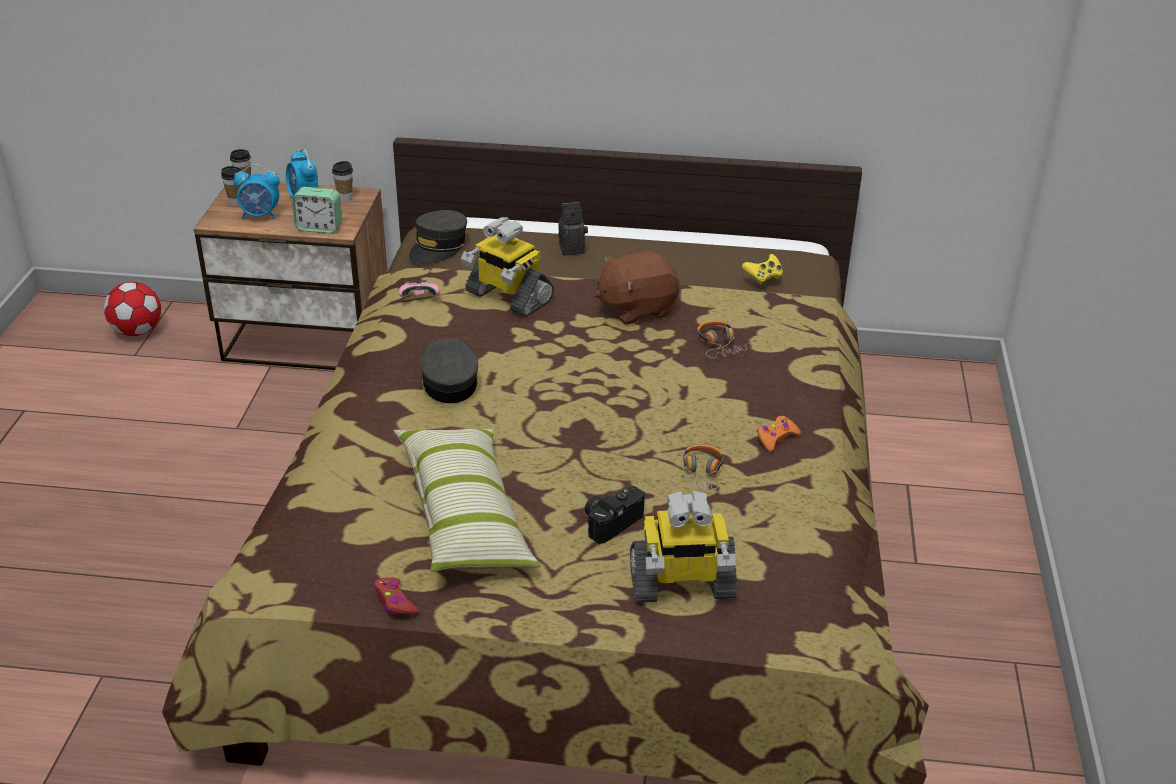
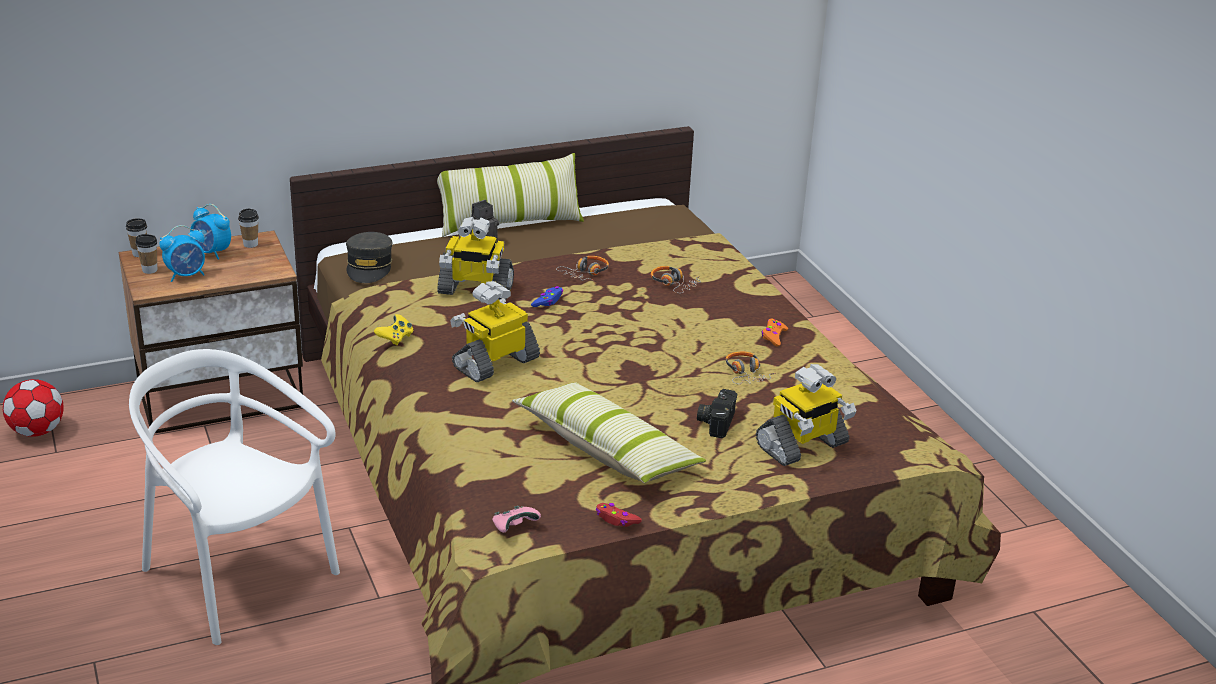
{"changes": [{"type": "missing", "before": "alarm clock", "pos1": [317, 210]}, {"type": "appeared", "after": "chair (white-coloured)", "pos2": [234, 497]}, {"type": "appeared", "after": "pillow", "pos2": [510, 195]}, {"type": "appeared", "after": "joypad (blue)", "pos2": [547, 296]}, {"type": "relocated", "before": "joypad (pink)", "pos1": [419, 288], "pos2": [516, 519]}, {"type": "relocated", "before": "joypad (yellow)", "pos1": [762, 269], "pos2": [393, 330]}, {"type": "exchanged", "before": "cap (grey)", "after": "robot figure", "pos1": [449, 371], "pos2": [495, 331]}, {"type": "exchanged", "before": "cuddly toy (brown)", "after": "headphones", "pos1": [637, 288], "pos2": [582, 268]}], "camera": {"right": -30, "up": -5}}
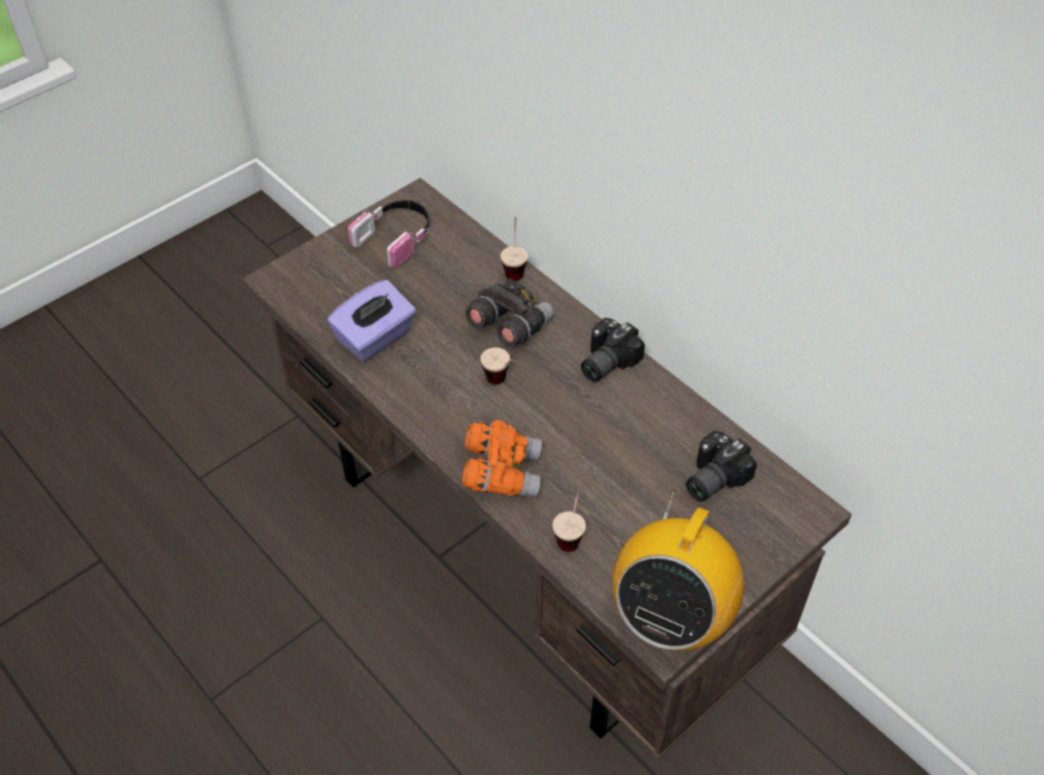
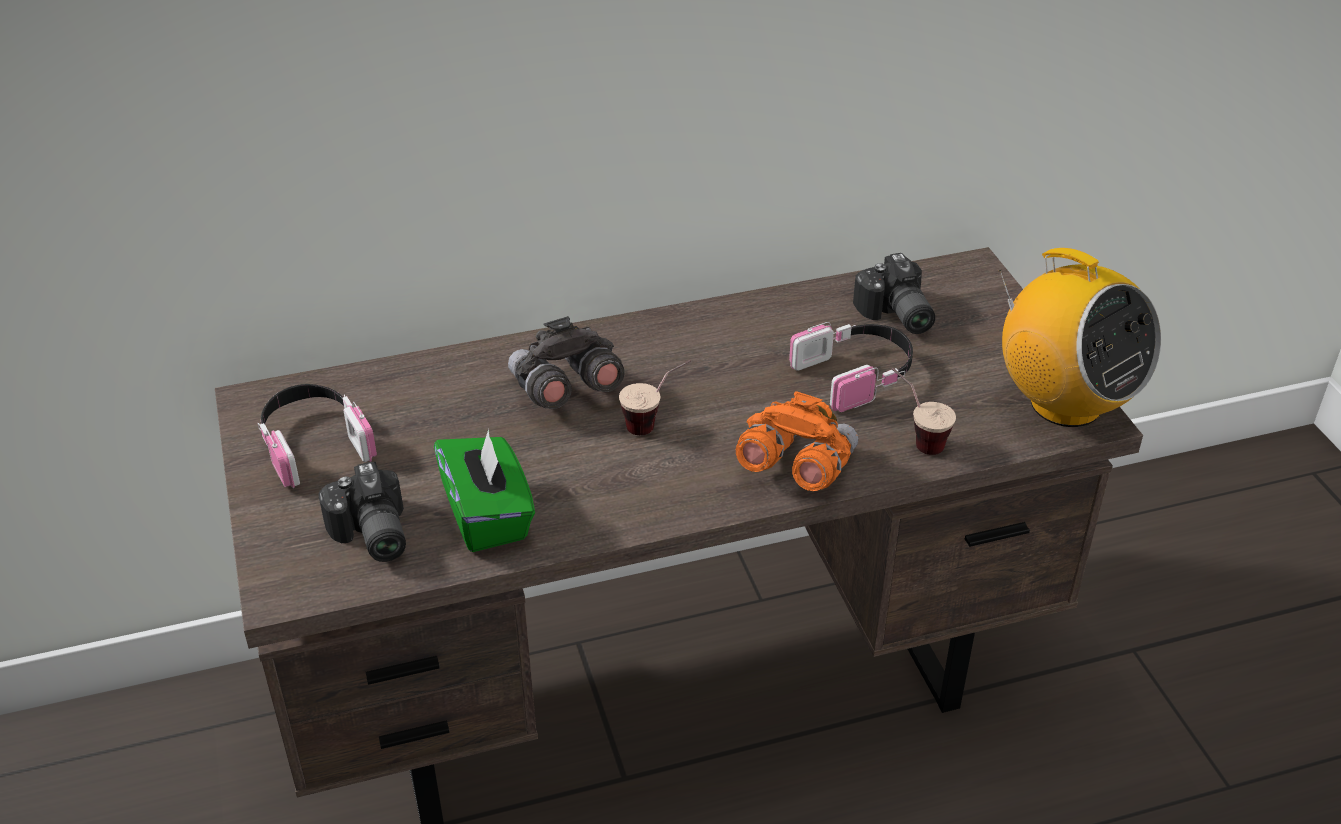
{"changes": [{"type": "missing", "before": "small cup", "pos1": [514, 249]}, {"type": "appeared", "after": "headphones", "pos2": [851, 367]}, {"type": "relocated", "before": "still camera", "pos1": [613, 350], "pos2": [362, 512]}, {"type": "colour", "before": "tissue holder (purplish)", "after": "tissue holder (green)", "pos1": [371, 321], "pos2": [484, 490]}], "camera": {"right": -65, "up": -10}}
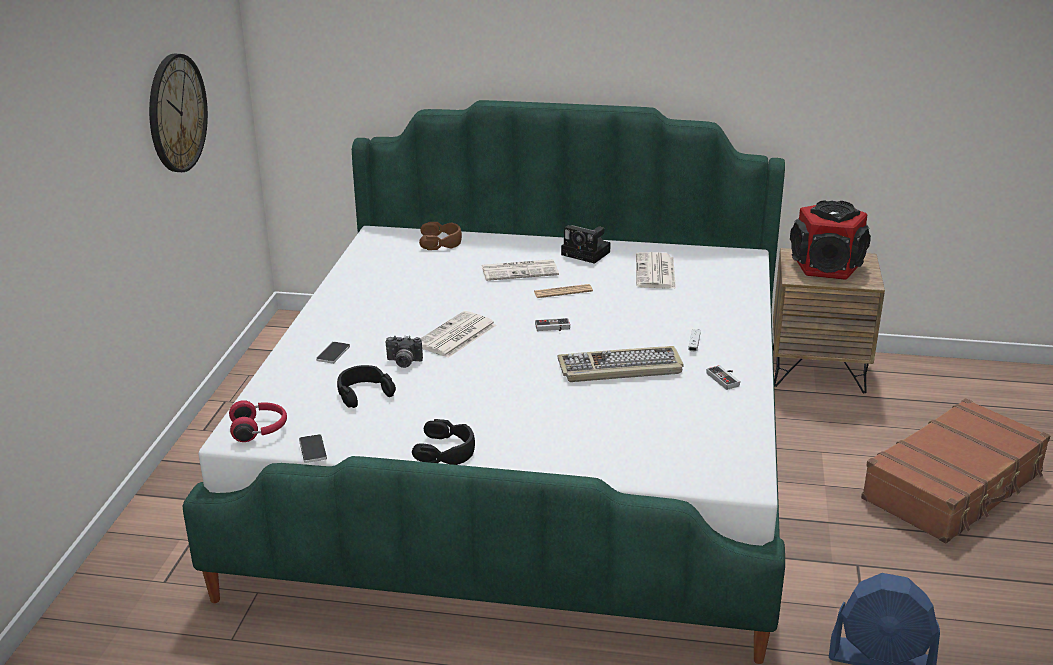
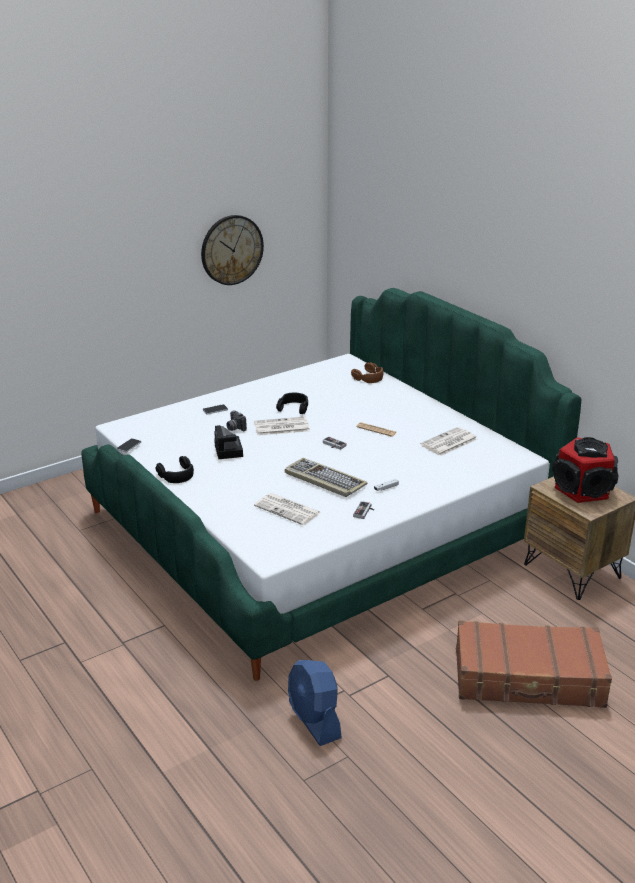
{"changes": [{"type": "missing", "before": "headphones (red)", "pos1": [258, 421]}, {"type": "relocated", "before": "headphones (black-coloured)", "pos1": [366, 386], "pos2": [292, 403]}, {"type": "relocated", "before": "daily paper", "pos1": [520, 270], "pos2": [287, 509]}, {"type": "relocated", "before": "still camera", "pos1": [586, 244], "pos2": [228, 442]}], "camera": {"right": 45, "up": 0}}
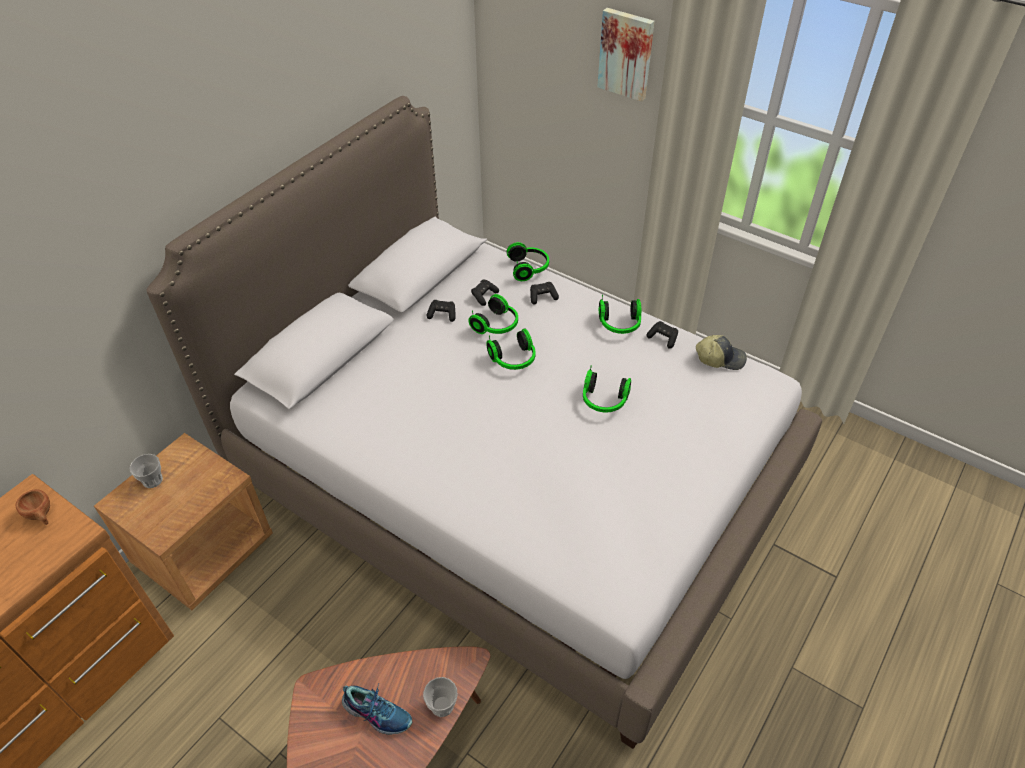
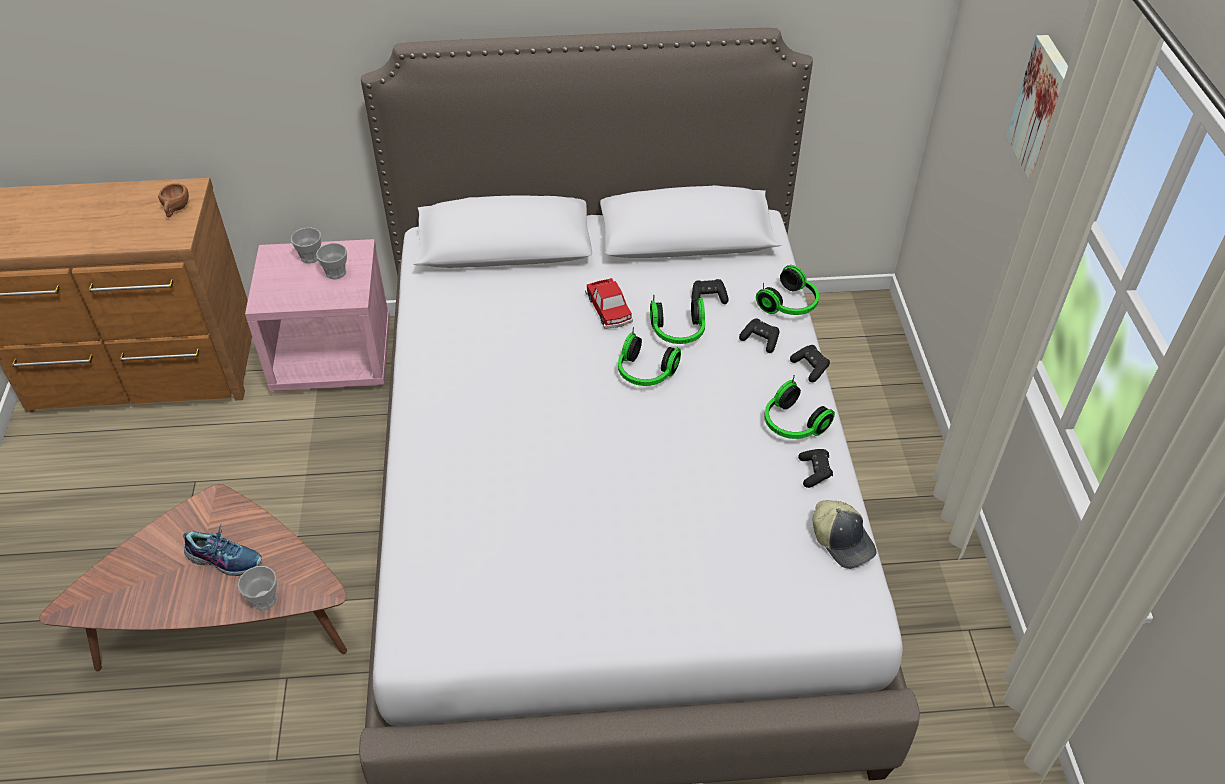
{"changes": [{"type": "missing", "before": "headphones", "pos1": [607, 388]}, {"type": "appeared", "after": "small cup", "pos2": [331, 261]}, {"type": "appeared", "after": "model car", "pos2": [609, 303]}, {"type": "relocated", "before": "joypad (black-coloured)", "pos1": [441, 311], "pos2": [810, 363]}, {"type": "colour", "before": "nightstand (brown)", "after": "nightstand (pink)", "pos1": [183, 521], "pos2": [317, 315]}, {"type": "spun", "before": "low shoe", "pos1": [377, 709], "pos2": [222, 550], "turn": -60}], "camera": {"right": 50, "up": 0}}
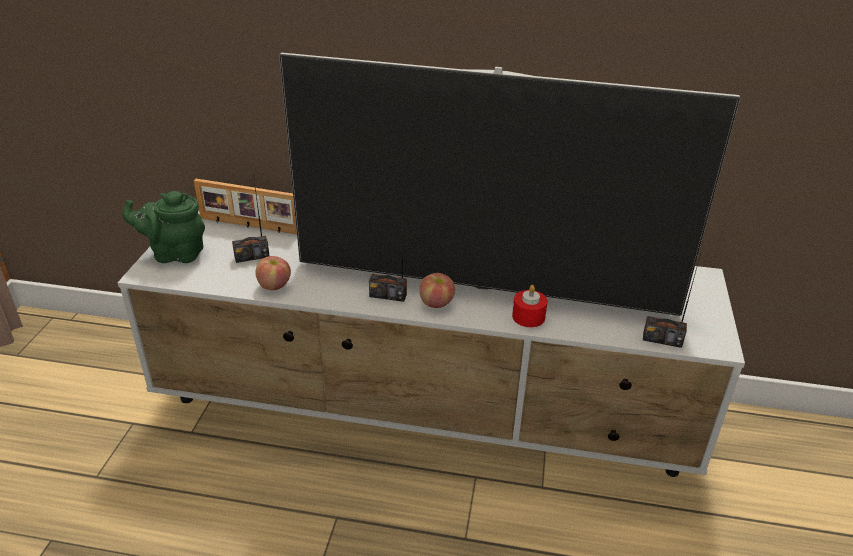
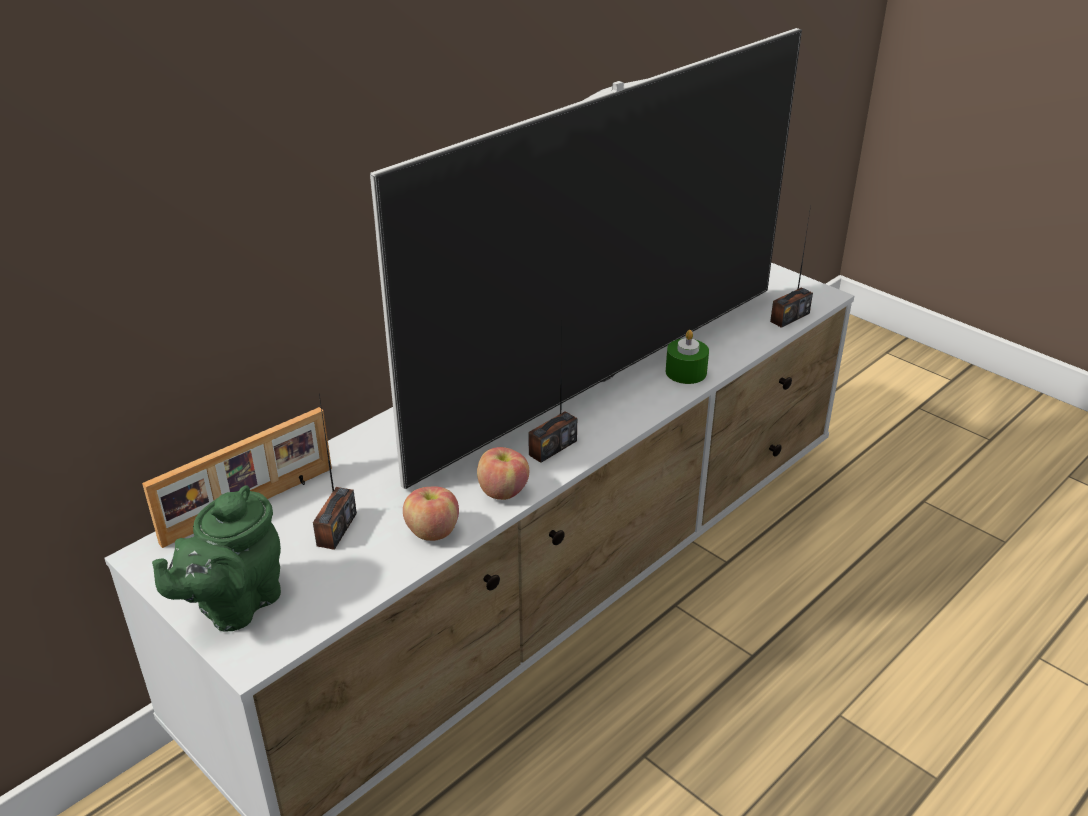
{"changes": [{"type": "relocated", "before": "apple", "pos1": [437, 290], "pos2": [503, 473]}, {"type": "colour", "before": "wax candle (red)", "after": "wax candle (green)", "pos1": [530, 306], "pos2": [687, 357]}], "camera": {"right": -55, "up": 0}}
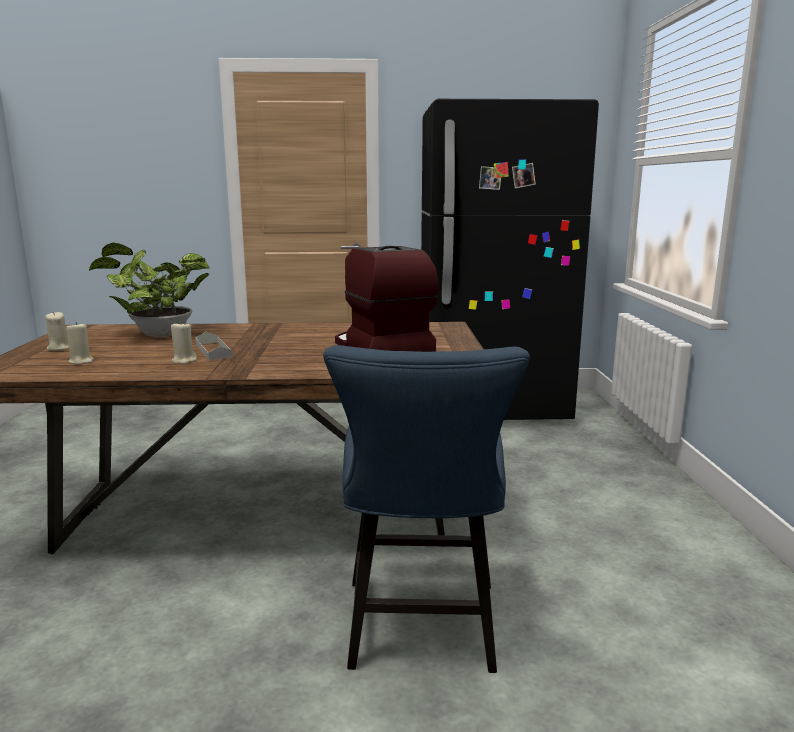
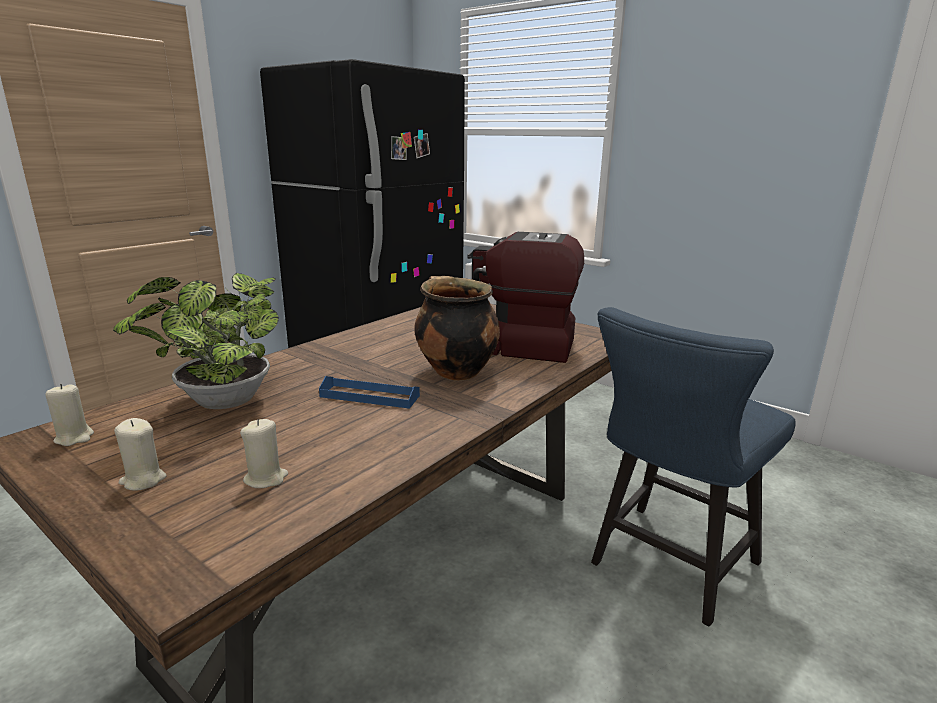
{"changes": [{"type": "appeared", "after": "cooking pot", "pos2": [457, 328]}, {"type": "relocated", "before": "wax candle (beige-coloured)", "pos1": [184, 342], "pos2": [69, 415]}, {"type": "colour", "before": "serving tray (grey)", "after": "serving tray (blue)", "pos1": [214, 346], "pos2": [369, 392]}, {"type": "spun", "before": "chair (blue)", "pos1": [426, 509], "pos2": [693, 466], "turn": 90}], "camera": {"right": -50, "up": 5}}
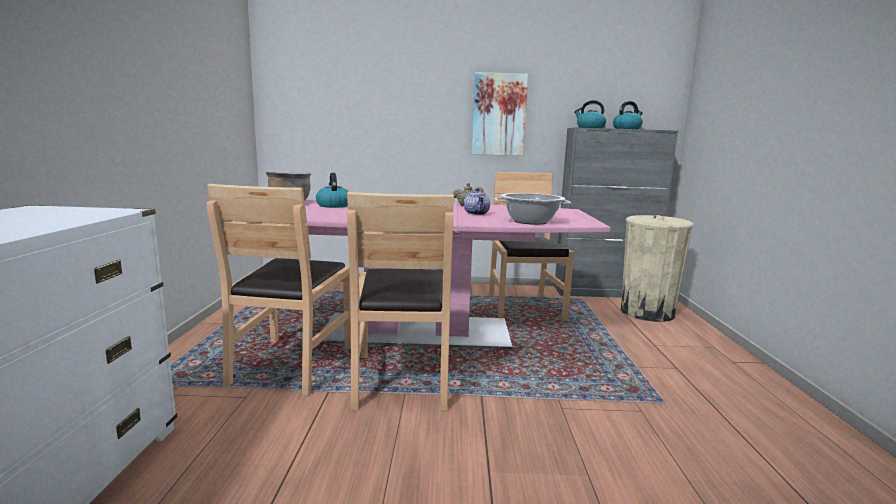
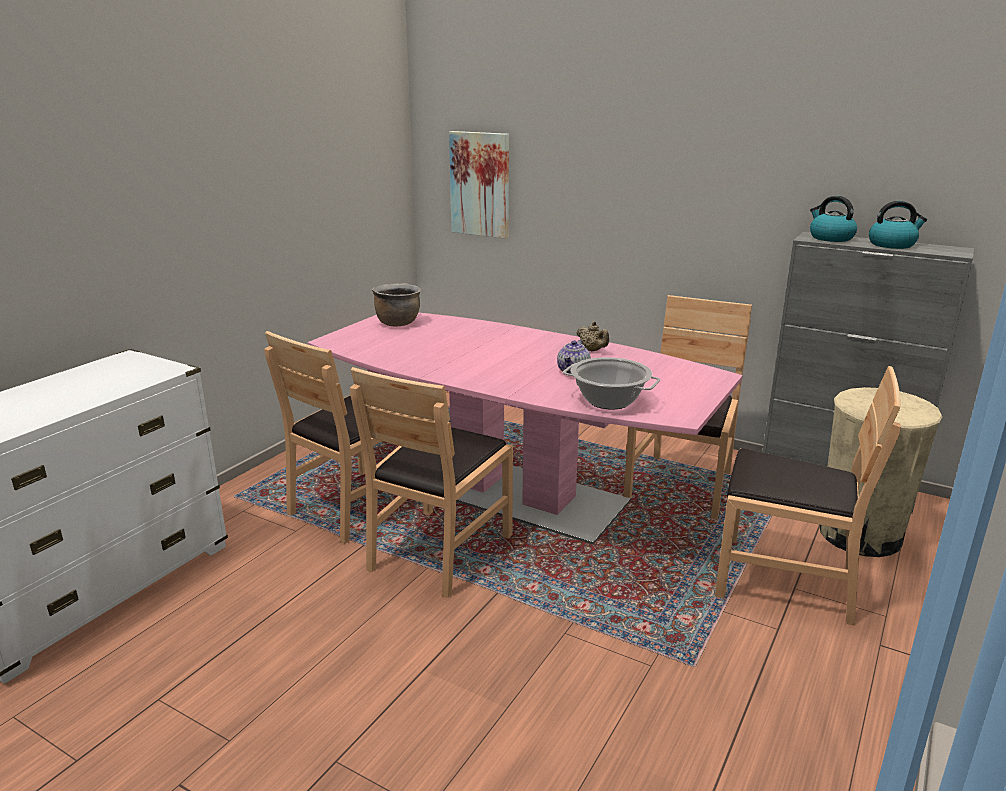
{"changes": [{"type": "missing", "before": "kettle", "pos1": [332, 190]}, {"type": "appeared", "after": "chair (brown)", "pos2": [808, 495]}, {"type": "relocated", "before": "picture", "pos1": [500, 114], "pos2": [479, 185]}], "camera": {"right": 30, "up": 10}}
